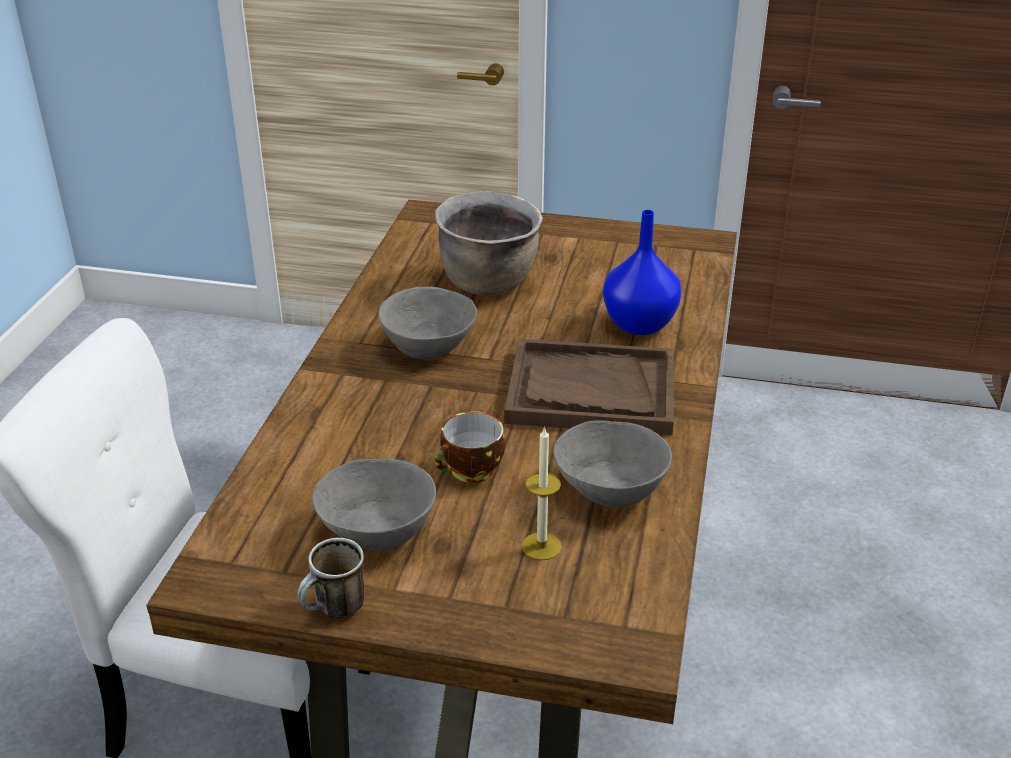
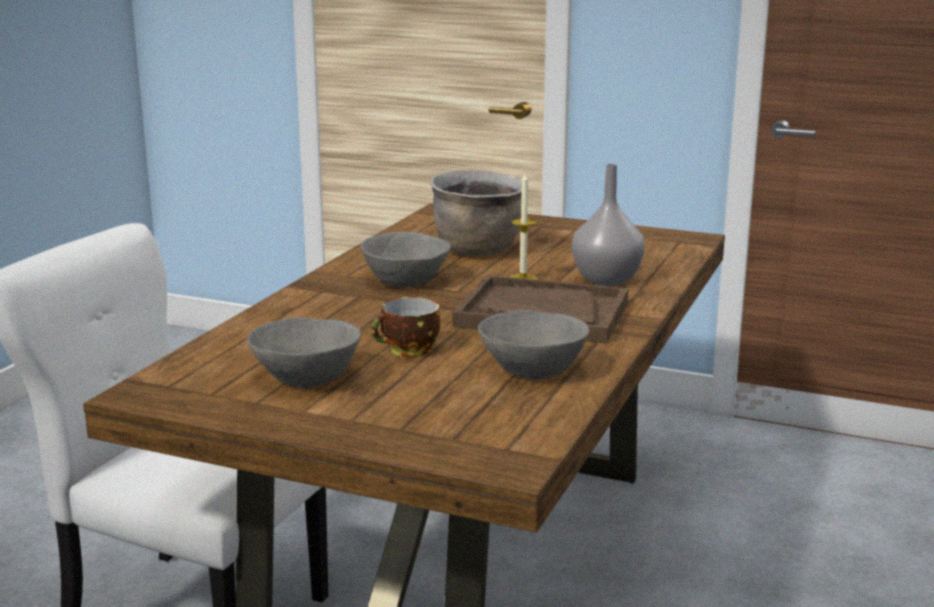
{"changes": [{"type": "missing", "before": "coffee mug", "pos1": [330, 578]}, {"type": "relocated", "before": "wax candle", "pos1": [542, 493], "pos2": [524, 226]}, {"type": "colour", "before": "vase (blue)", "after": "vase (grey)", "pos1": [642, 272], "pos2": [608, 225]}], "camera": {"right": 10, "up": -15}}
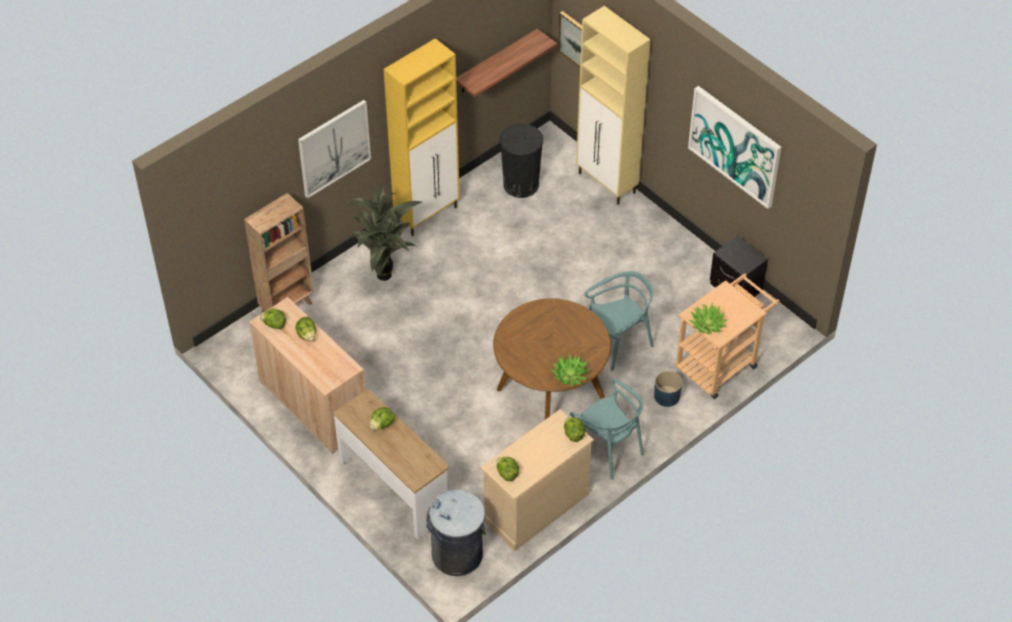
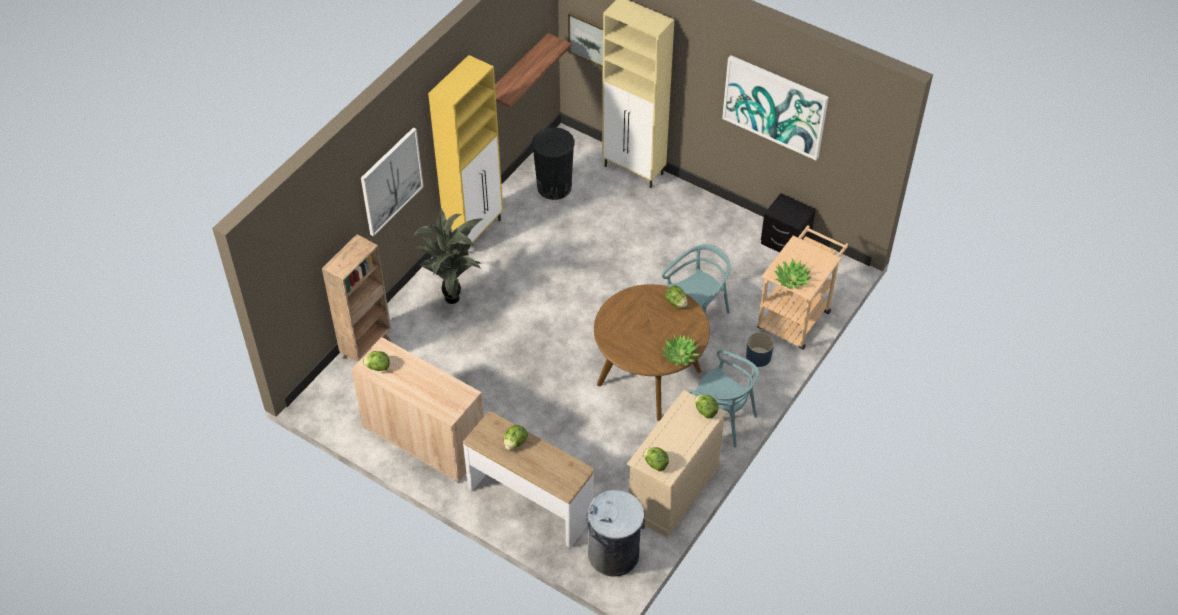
{"changes": [{"type": "relocated", "before": "lettuce", "pos1": [305, 329], "pos2": [676, 296]}], "camera": {"right": -15, "up": 0}}
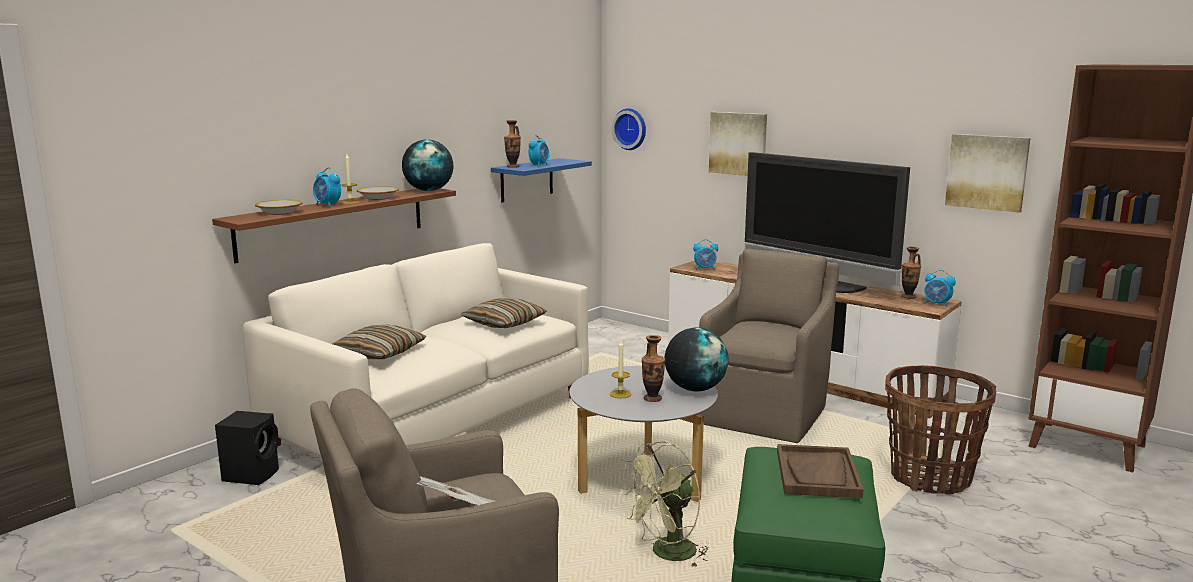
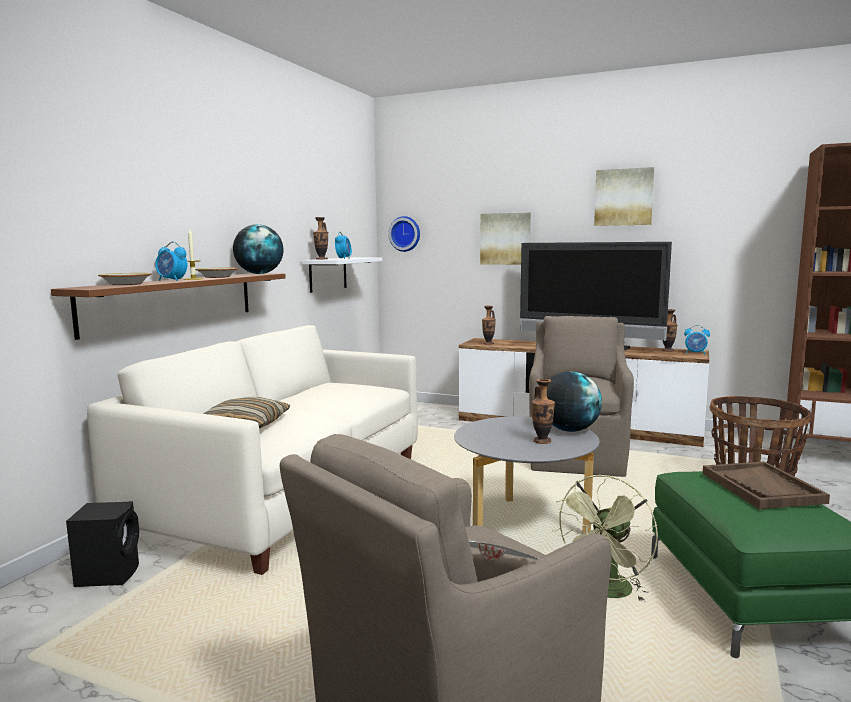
{"changes": [{"type": "missing", "before": "pillow", "pos1": [504, 313]}, {"type": "missing", "before": "wax candle", "pos1": [620, 369]}, {"type": "relocated", "before": "picture", "pos1": [987, 173], "pos2": [624, 196]}, {"type": "exchanged", "before": "alarm clock", "after": "vase", "pos1": [705, 254], "pos2": [489, 325]}, {"type": "colour", "before": "wall shelf (blue)", "after": "wall shelf (white-coloured)", "pos1": [541, 180], "pos2": [342, 275]}], "camera": {"right": -15, "up": -5}}
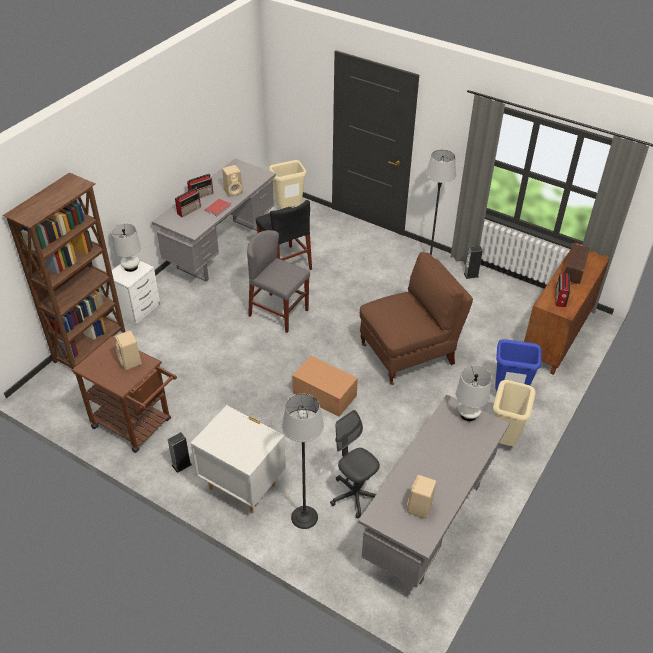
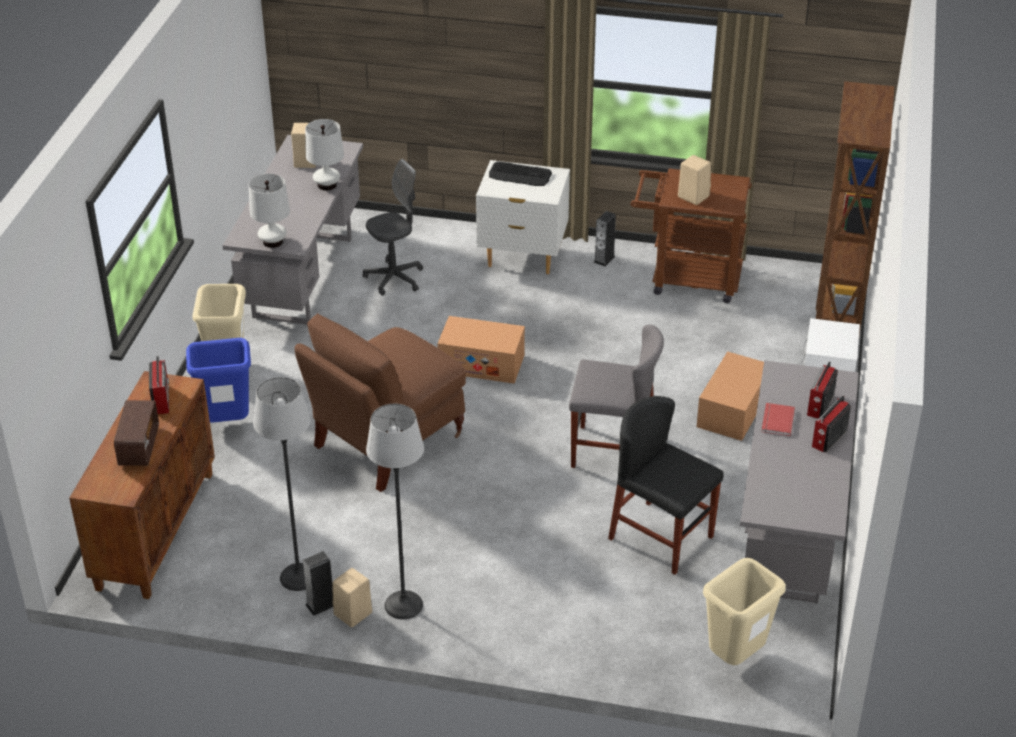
{"changes": [{"type": "appeared", "after": "keyboard", "pos2": [520, 173]}, {"type": "appeared", "after": "packing box", "pos2": [730, 396]}, {"type": "relocated", "before": "lamp for a table (white-coloured)", "pos1": [126, 248], "pos2": [324, 154]}, {"type": "relocated", "before": "loudspeaker (beige-coloured)", "pos1": [232, 181], "pos2": [352, 597]}, {"type": "relocated", "before": "standing lamp", "pos1": [303, 461], "pos2": [281, 484]}, {"type": "spun", "before": "office chair (grey)", "pos1": [355, 464], "pos2": [393, 227], "turn": -60}], "camera": {"right": 160, "up": -5}}
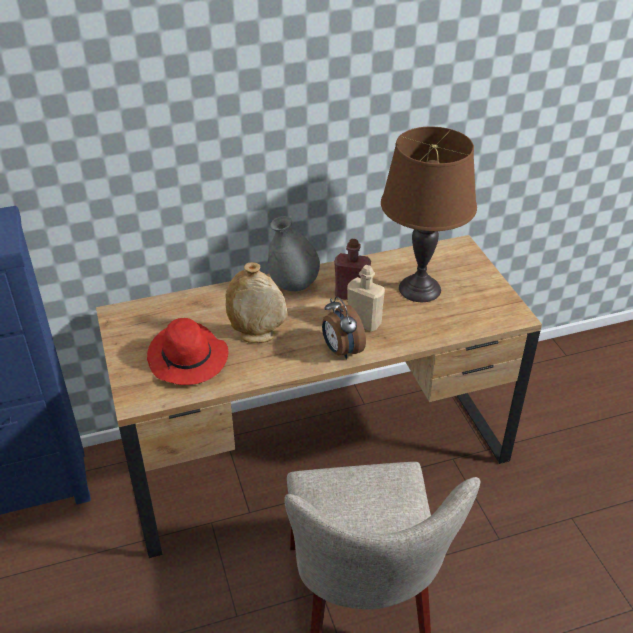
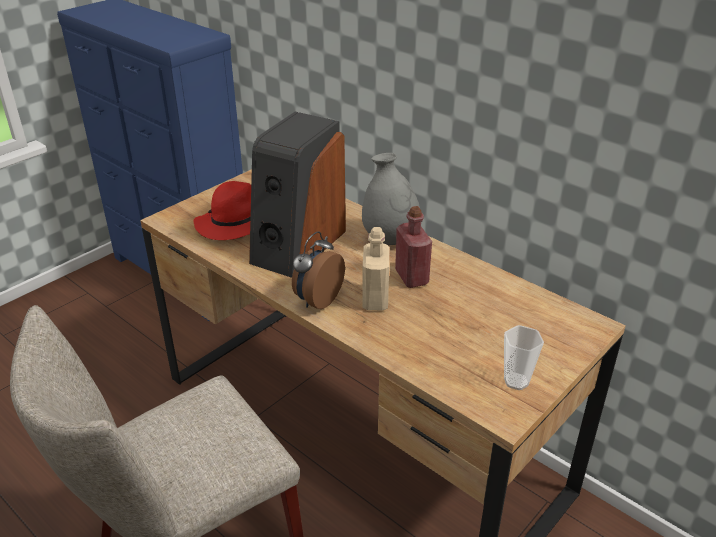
{"changes": [{"type": "missing", "before": "lamp for a table (brown)", "pos1": [429, 214]}, {"type": "appeared", "after": "small cup", "pos2": [524, 357]}, {"type": "exchanged", "before": "vase (beige-coloured)", "after": "loudspeaker", "pos1": [257, 302], "pos2": [297, 195]}], "camera": {"right": 60, "up": -5}}
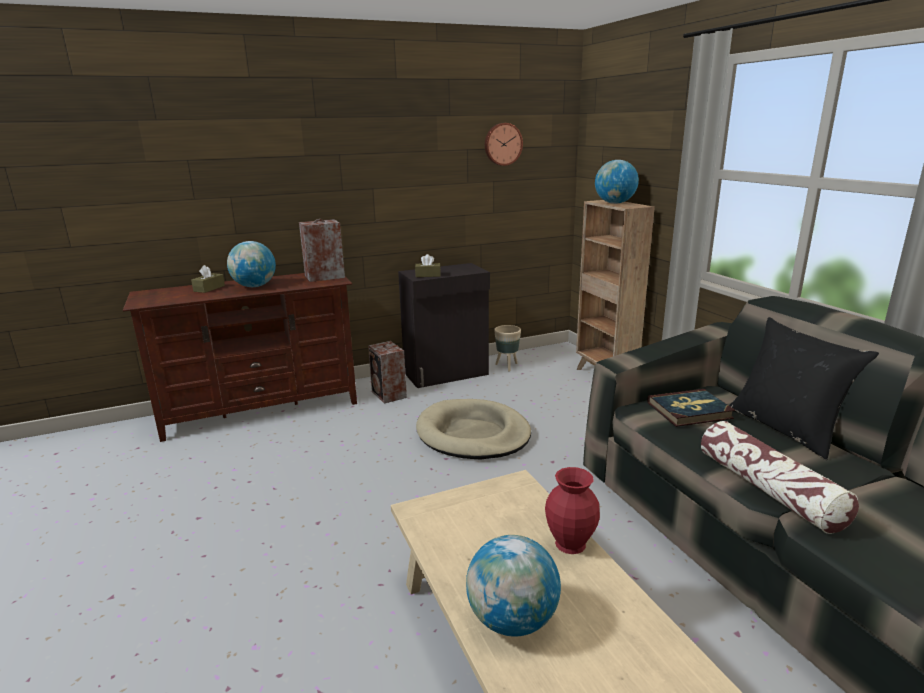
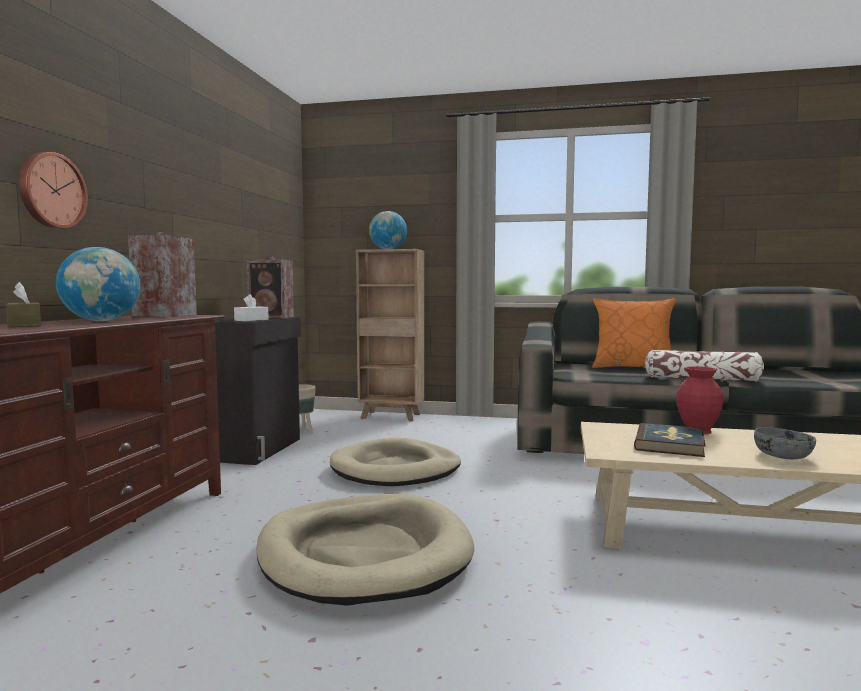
{"changes": [{"type": "appeared", "after": "dog cushion (beige-coloured)", "pos2": [365, 550]}, {"type": "relocated", "before": "loudspeaker", "pos1": [387, 372], "pos2": [270, 287]}, {"type": "relocated", "before": "wall clock", "pos1": [504, 144], "pos2": [53, 190]}, {"type": "relocated", "before": "volume", "pos1": [691, 408], "pos2": [669, 440]}, {"type": "exchanged", "before": "world globe", "after": "bowl (grey)", "pos1": [513, 586], "pos2": [785, 443]}, {"type": "colour", "before": "tissue holder (brown)", "after": "tissue holder (white-coloured)", "pos1": [428, 265], "pos2": [251, 307]}, {"type": "colour", "before": "pillow (black-coloured)", "after": "pillow (orange)", "pos1": [804, 388], "pos2": [634, 333]}], "camera": {"right": -55, "up": -15}}
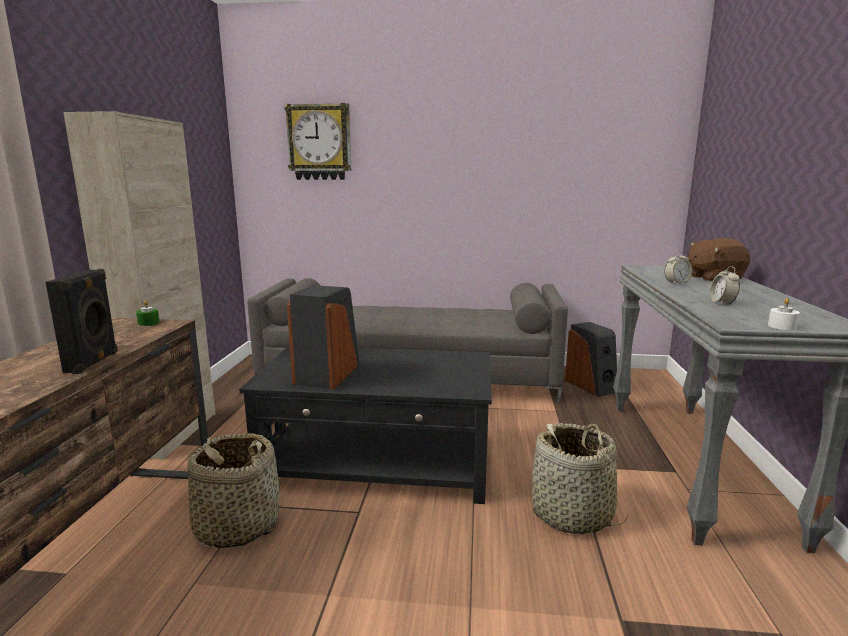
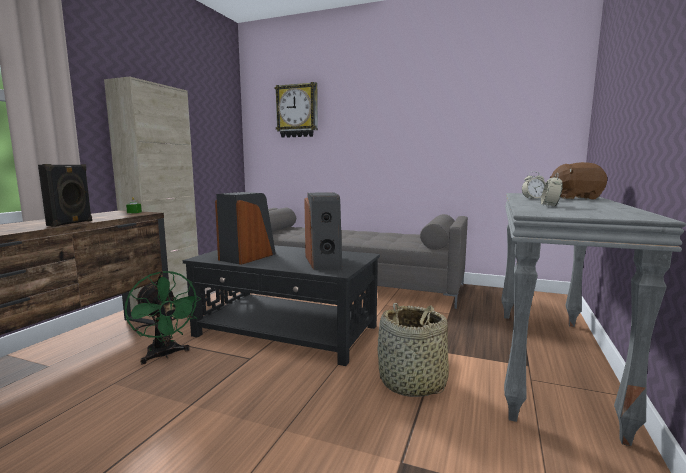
{"changes": [{"type": "missing", "before": "wax candle (white-coloured)", "pos1": [784, 314]}, {"type": "relocated", "before": "loudspeaker", "pos1": [591, 359], "pos2": [323, 231]}, {"type": "exchanged", "before": "household basket", "after": "cooling fan (green)", "pos1": [233, 491], "pos2": [163, 318]}], "camera": {"right": 15, "up": -5}}
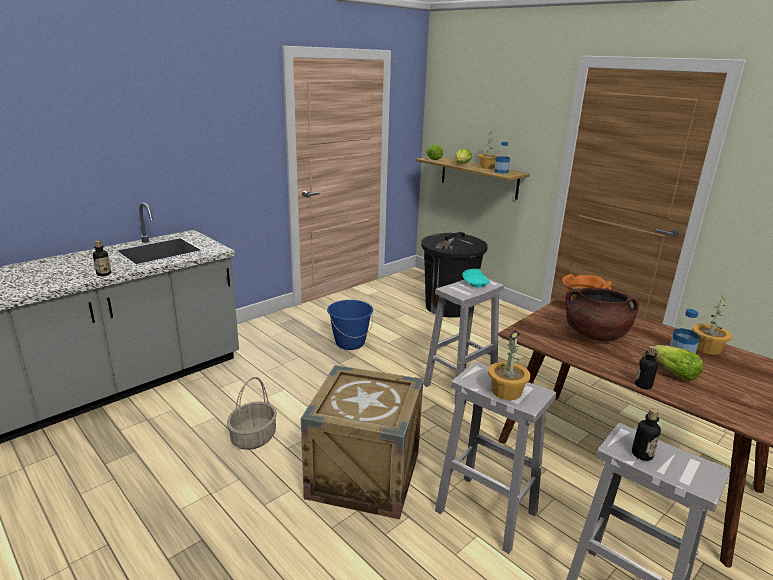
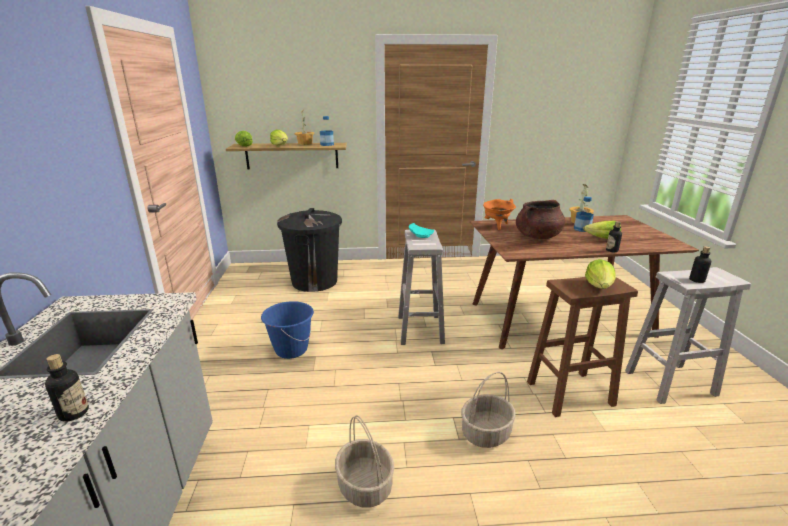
{"changes": [{"type": "exchanged", "before": "packing crate", "after": "household basket", "pos1": [362, 442], "pos2": [488, 410]}, {"type": "exchanged", "before": "potted plant", "after": "lettuce", "pos1": [509, 365], "pos2": [600, 274]}, {"type": "colour", "before": "stool seat (white-coloured)", "after": "stool seat (brown)", "pos1": [495, 458], "pos2": [582, 347]}], "camera": {"right": -50, "up": 0}}
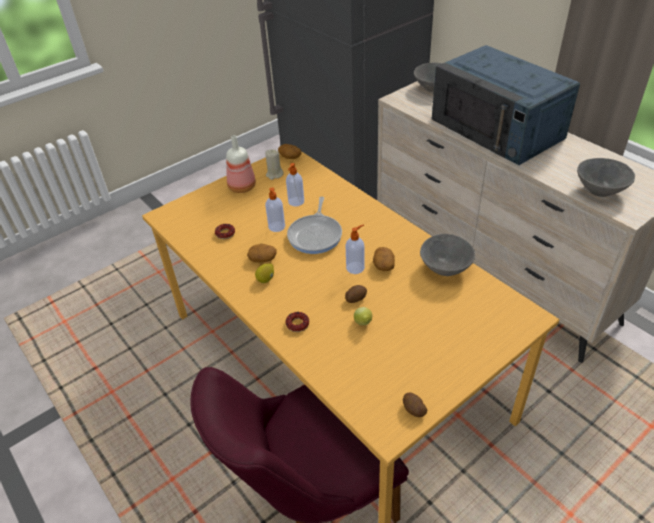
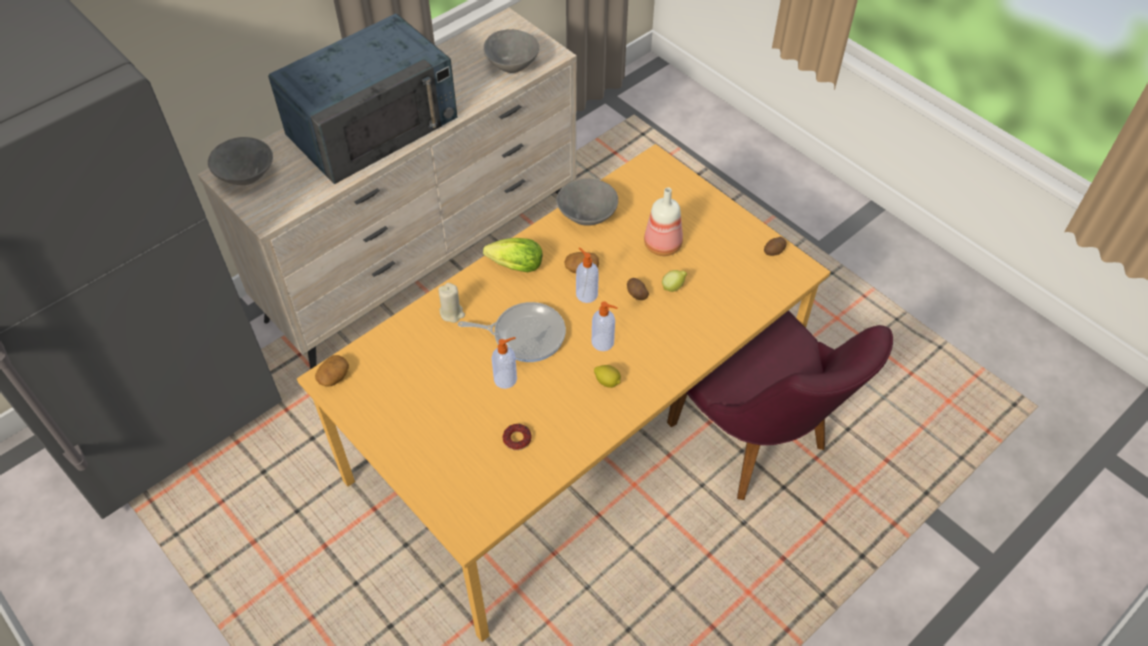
{"changes": [{"type": "missing", "before": "whole potato", "pos1": [262, 253]}, {"type": "missing", "before": "doughnut", "pos1": [297, 322]}, {"type": "appeared", "after": "lettuce", "pos2": [512, 255]}, {"type": "relocated", "before": "bottle", "pos1": [241, 164], "pos2": [663, 221]}, {"type": "relocated", "before": "wax candle (beige-coloured)", "pos1": [274, 164], "pos2": [451, 303]}, {"type": "relocated", "before": "soap dispenser", "pos1": [295, 184], "pos2": [605, 326]}], "camera": {"right": -95, "up": 10}}
